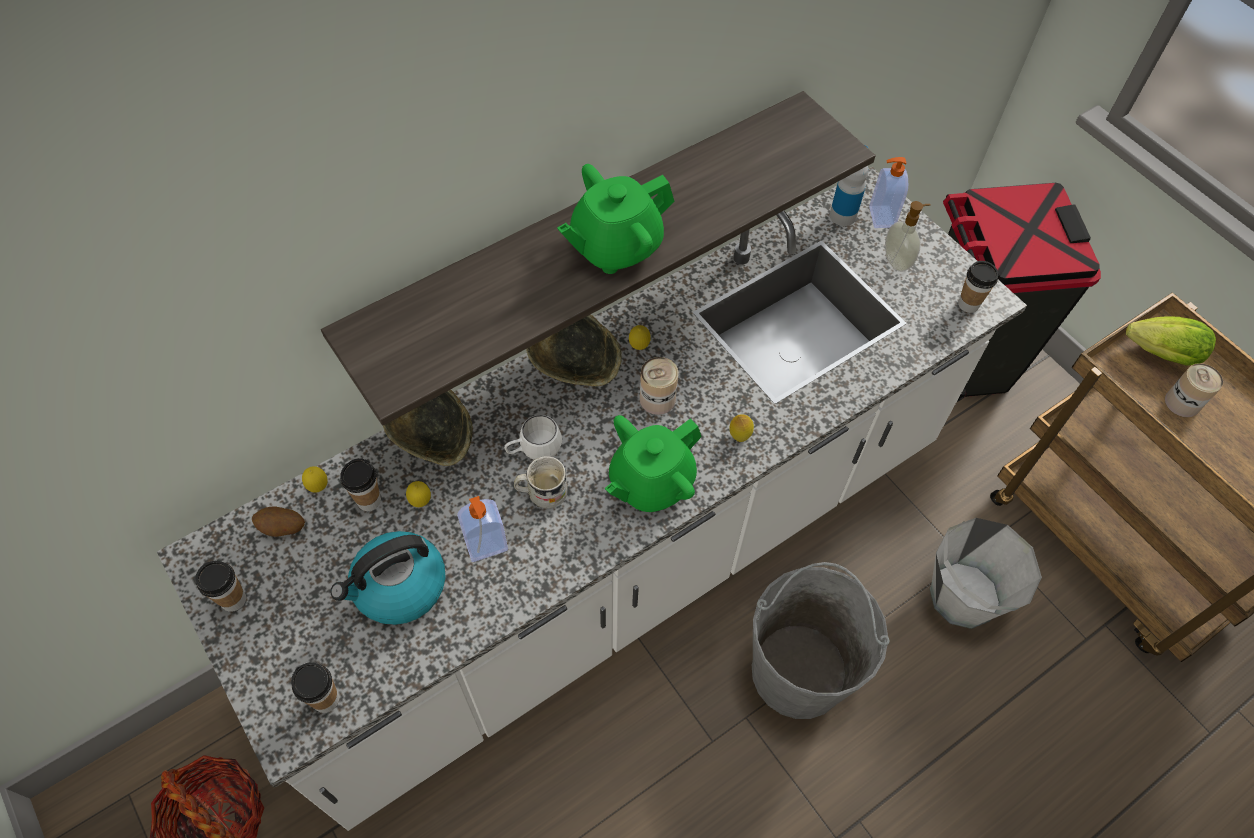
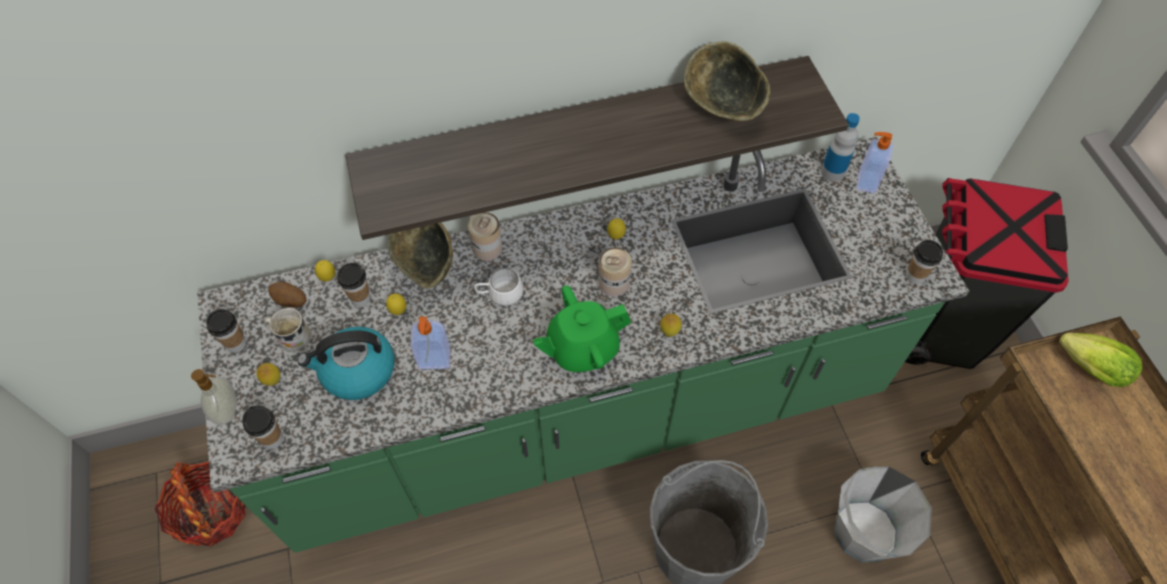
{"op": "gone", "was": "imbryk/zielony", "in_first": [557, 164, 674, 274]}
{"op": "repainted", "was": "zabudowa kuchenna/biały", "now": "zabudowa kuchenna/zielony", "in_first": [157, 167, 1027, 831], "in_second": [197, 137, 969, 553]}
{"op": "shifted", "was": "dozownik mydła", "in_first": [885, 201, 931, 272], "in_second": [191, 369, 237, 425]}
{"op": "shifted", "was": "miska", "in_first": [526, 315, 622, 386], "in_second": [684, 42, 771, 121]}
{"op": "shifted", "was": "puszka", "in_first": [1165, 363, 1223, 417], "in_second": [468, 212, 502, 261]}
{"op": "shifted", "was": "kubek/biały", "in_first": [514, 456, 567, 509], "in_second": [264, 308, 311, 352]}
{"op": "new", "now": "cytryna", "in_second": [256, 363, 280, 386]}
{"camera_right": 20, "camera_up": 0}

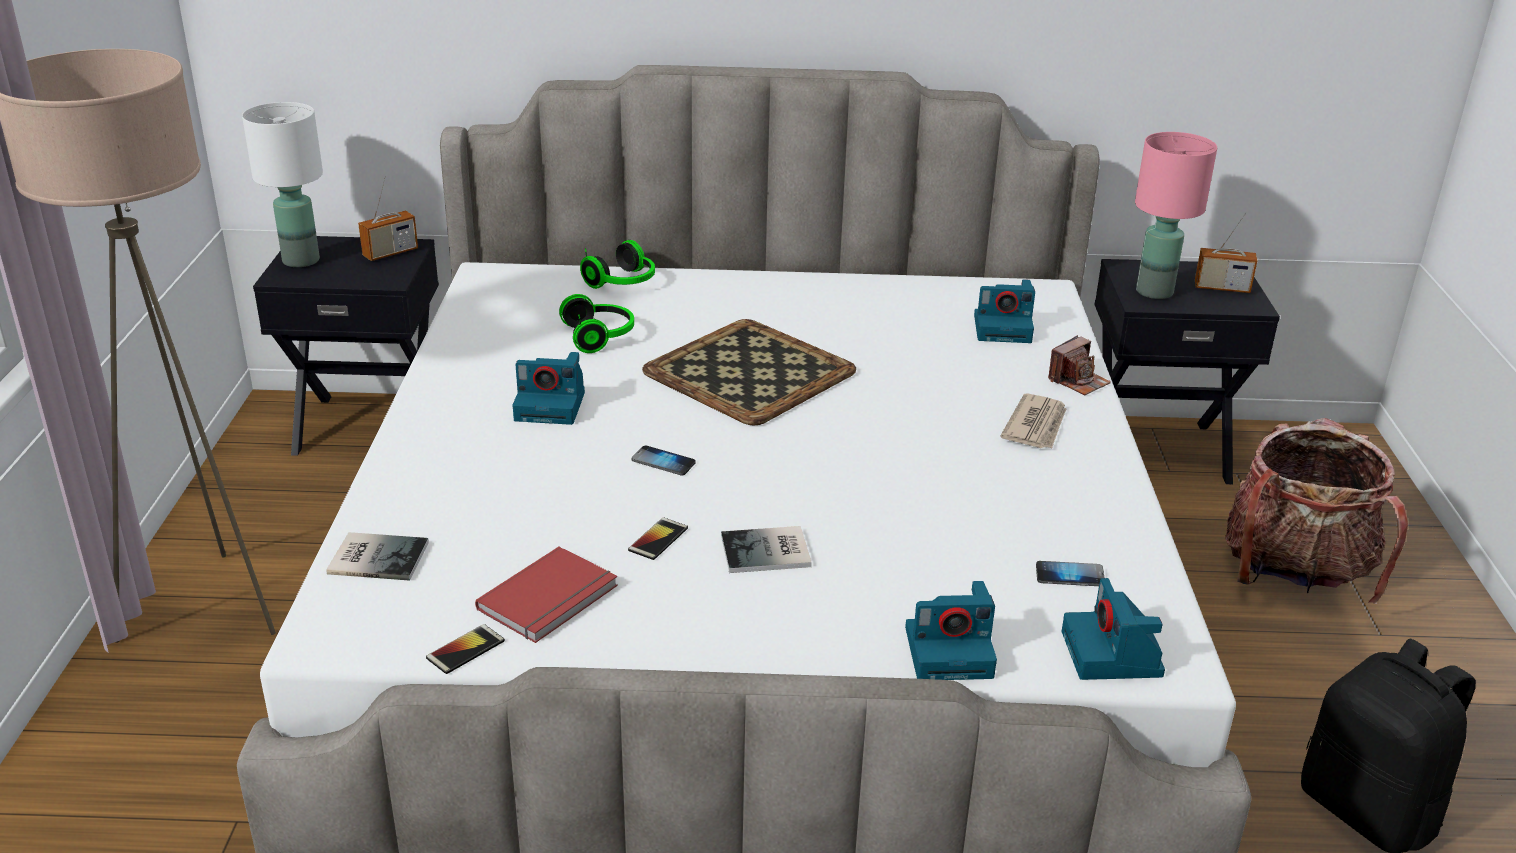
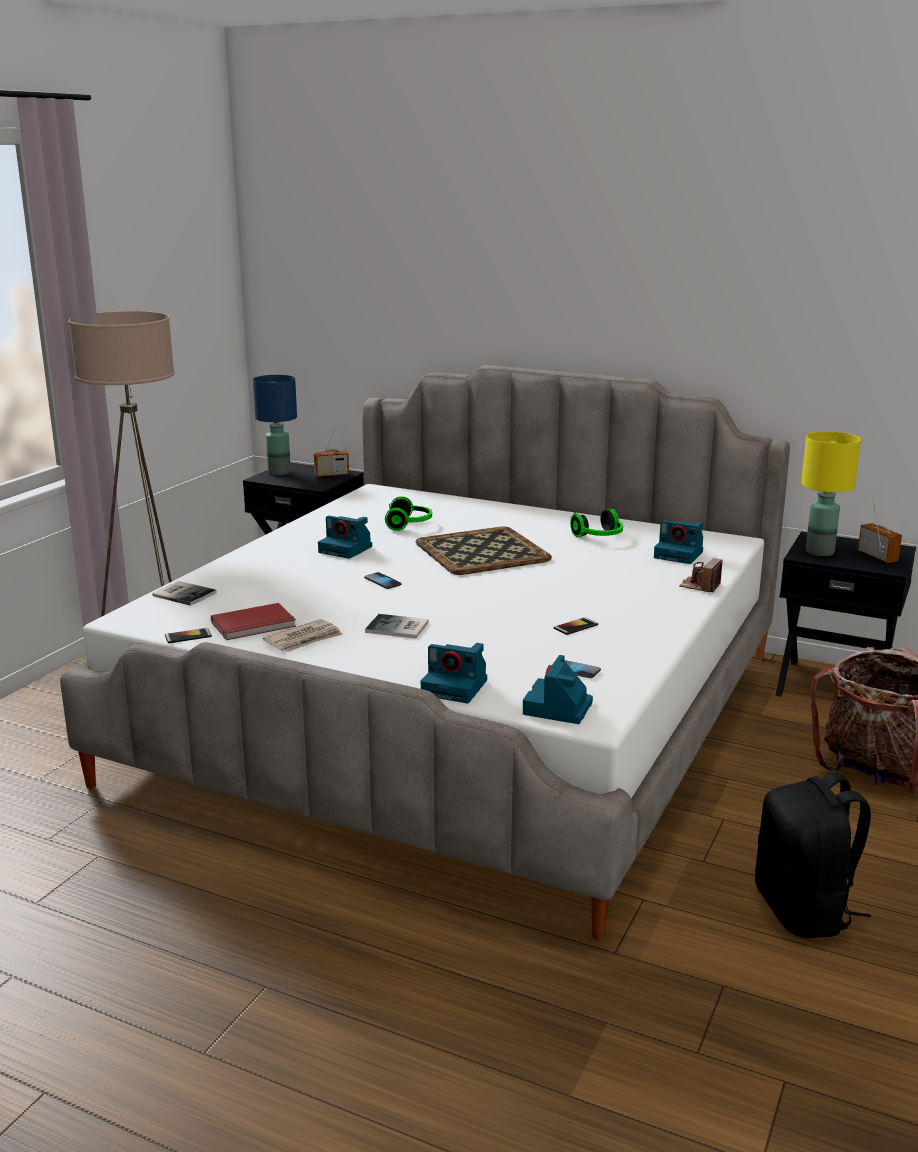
{"op": "repainted", "was": "lampa stołowa/biały", "now": "lampa stołowa/niebieski", "in_first": [242, 102, 323, 267], "in_second": [253, 375, 297, 475]}
{"op": "repainted", "was": "lampa stołowa/różowy", "now": "lampa stołowa/żółty", "in_first": [1135, 132, 1217, 299], "in_second": [801, 431, 861, 556]}
{"op": "rotated", "was": "radio", "in_first": [1195, 212, 1258, 293], "in_second": [858, 498, 902, 563], "clockwise": -150}
{"op": "shifted", "was": "słuchawki", "in_first": [580, 240, 655, 289], "in_second": [570, 508, 623, 538]}
{"op": "rotated", "was": "aparat fotograficzny", "in_first": [1048, 335, 1111, 395], "in_second": [679, 558, 723, 592], "clockwise": 135}
{"op": "shifted", "was": "gazeta", "in_first": [1000, 394, 1066, 448], "in_second": [263, 619, 343, 652]}
{"op": "shifted", "was": "telefon", "in_first": [628, 517, 688, 560], "in_second": [554, 617, 598, 635]}
{"camera_right": 25, "camera_up": -10}

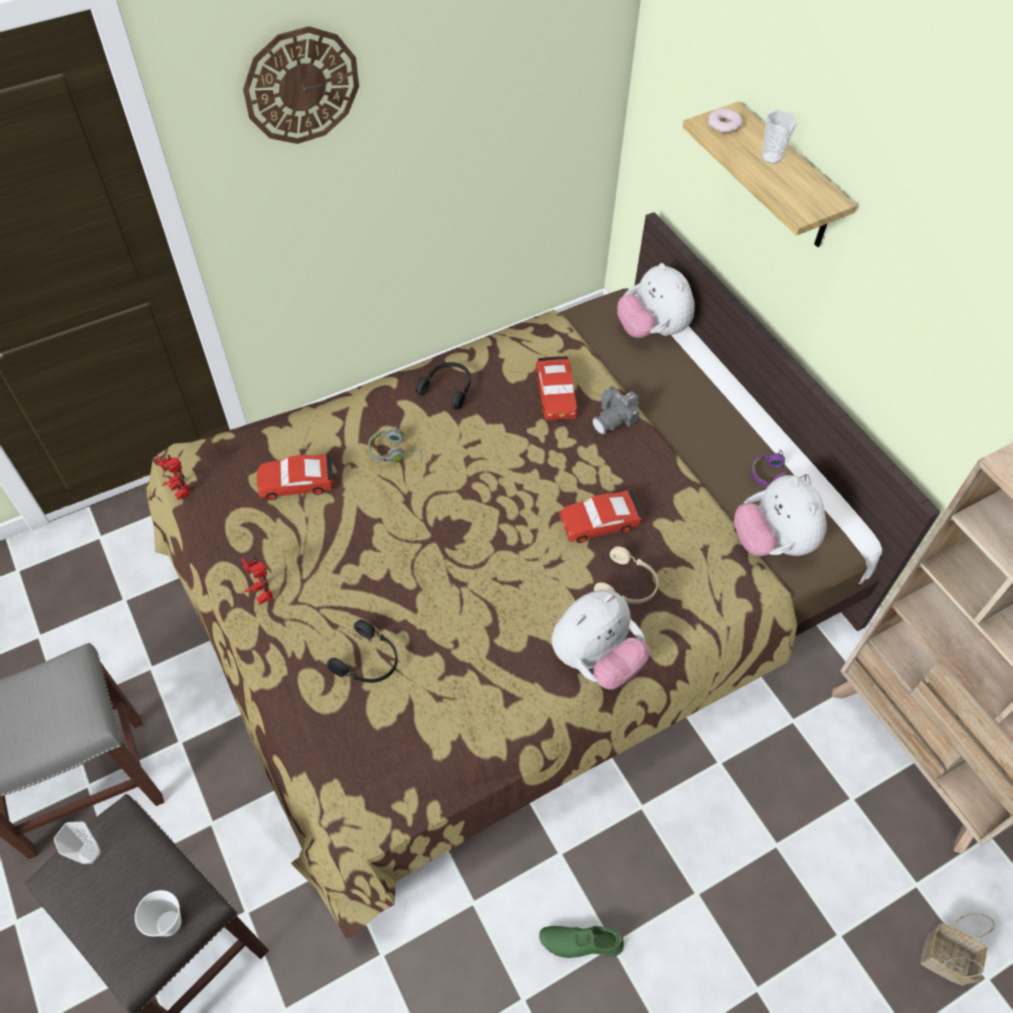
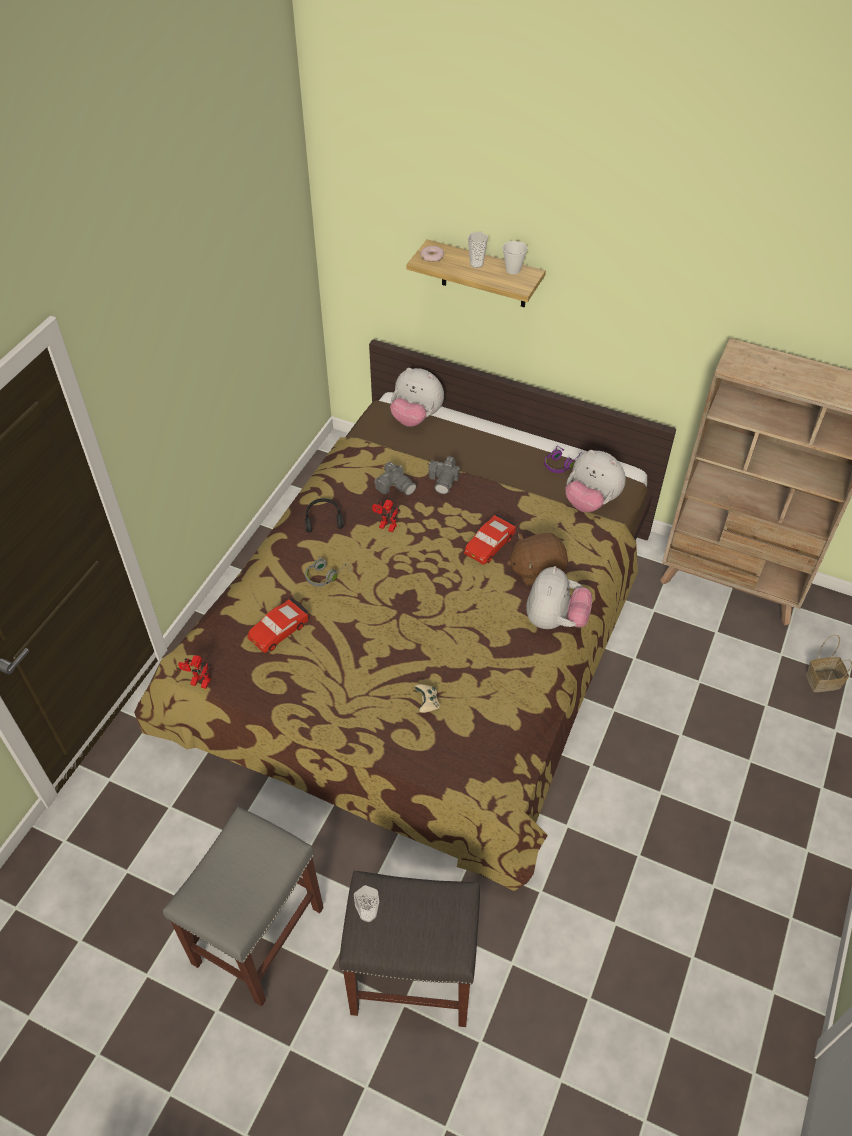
{"op": "gone", "was": "zegar ścienny", "in_first": [243, 26, 359, 144]}
{"op": "swapped", "was": "samochodzik/czerwony", "now": "aparat fotograficzny", "in_first": [536, 356, 577, 420], "in_second": [374, 462, 416, 495]}
{"op": "swapped", "was": "słuchawki/beżowy", "now": "pluszak/brązowy", "in_first": [594, 546, 659, 604], "in_second": [507, 532, 568, 585]}
{"op": "shifted", "was": "robot zabawkowy", "in_first": [241, 557, 274, 605], "in_second": [372, 500, 400, 532]}
{"op": "swapped", "was": "słuchawki/czarny", "now": "pad do gier/beżowy", "in_first": [327, 620, 398, 683], "in_second": [415, 684, 440, 713]}
{"op": "shifted", "was": "filiżanka", "in_first": [135, 890, 181, 937], "in_second": [502, 241, 527, 274]}
{"op": "gone", "was": "but/zielony", "in_first": [539, 926, 624, 958]}
{"camera_right": -35, "camera_up": -5}

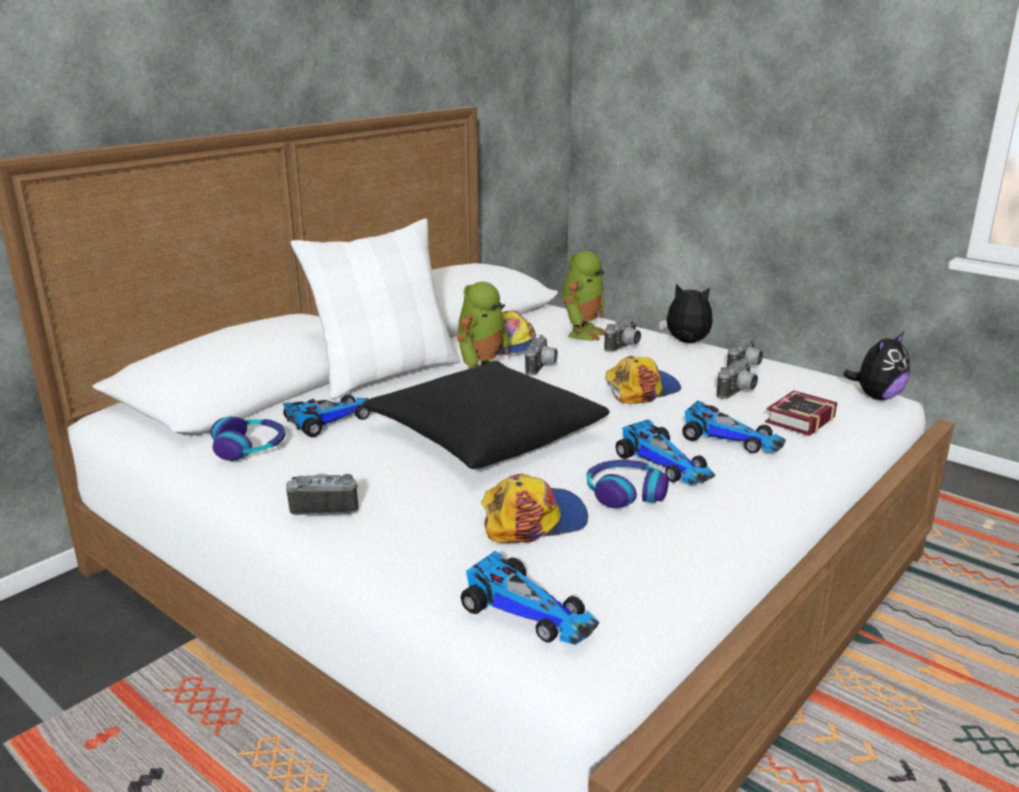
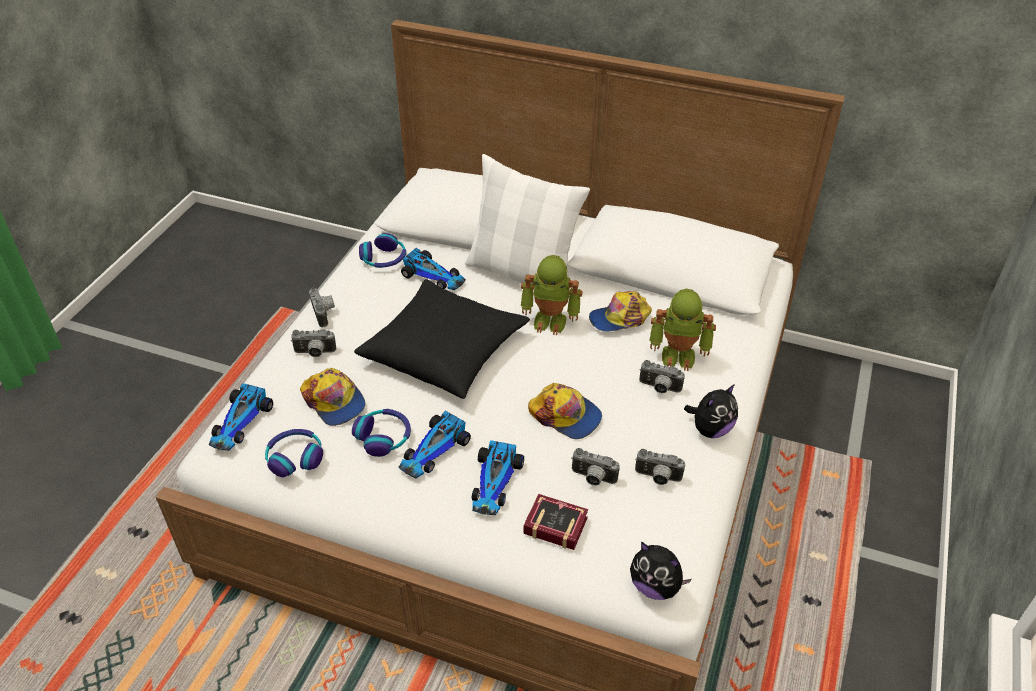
{"op": "rotated", "was": "pluszak", "in_first": [659, 283, 713, 343], "in_second": [684, 384, 738, 438], "clockwise": 45}
{"op": "shifted", "was": "aparat fotograficzny", "in_first": [525, 335, 558, 376], "in_second": [291, 330, 336, 357]}
{"op": "new", "now": "słuchawki", "in_second": [265, 429, 323, 477]}
{"camera_right": 70, "camera_up": 20}

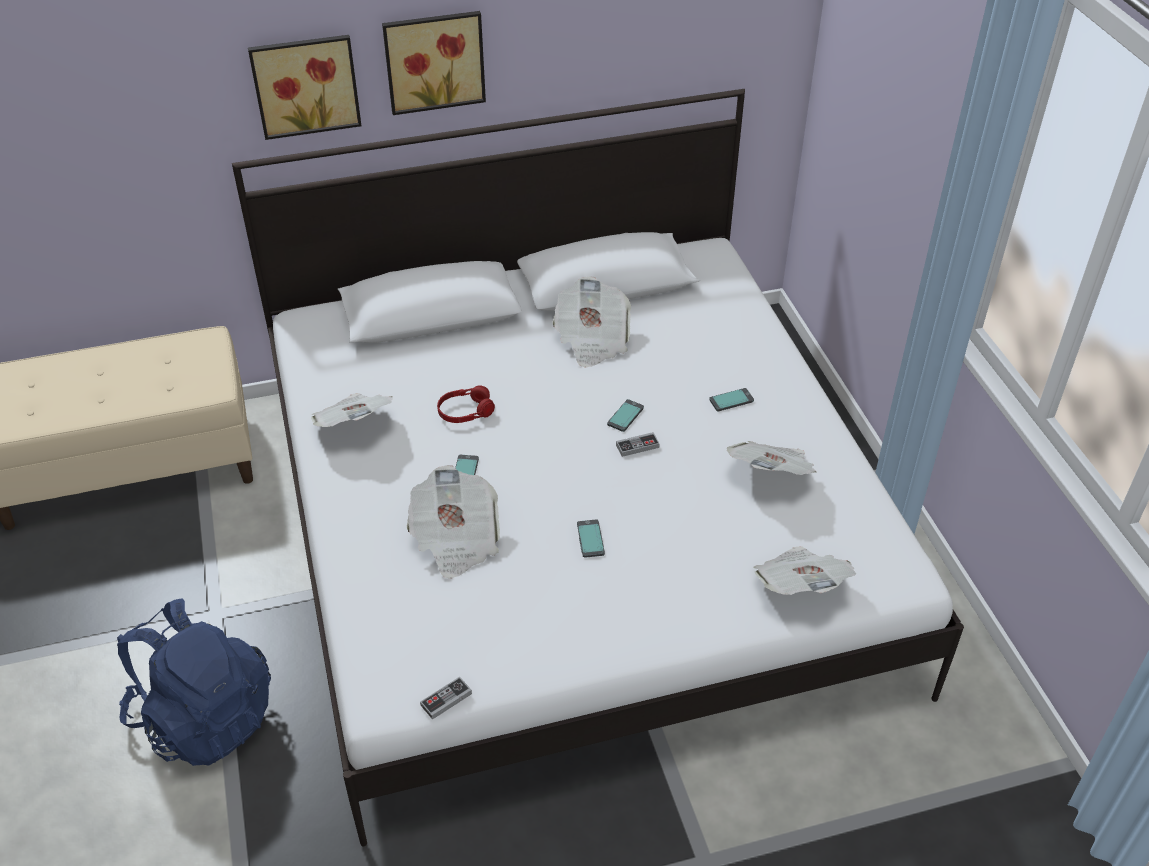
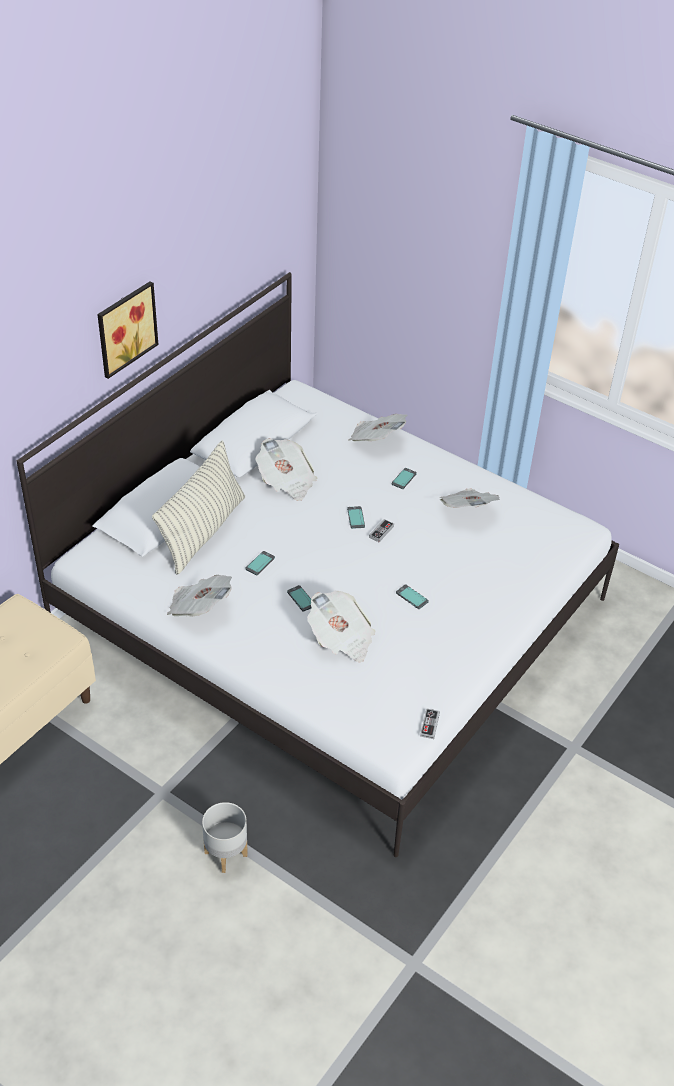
{"op": "gone", "was": "obraz", "in_first": [248, 35, 362, 140]}
{"op": "swapped", "was": "słuchawki/czerwony", "now": "telefon", "in_first": [437, 385, 495, 423], "in_second": [246, 551, 275, 575]}
{"op": "shifted", "was": "gazeta", "in_first": [753, 546, 857, 595], "in_second": [348, 414, 407, 441]}
{"op": "swapped", "was": "plecak/niebieski", "now": "donica/szary", "in_first": [117, 598, 271, 766], "in_second": [202, 802, 248, 873]}
{"op": "new", "now": "poduszka", "in_second": [152, 440, 245, 575]}
{"camera_right": -40, "camera_up": 0}

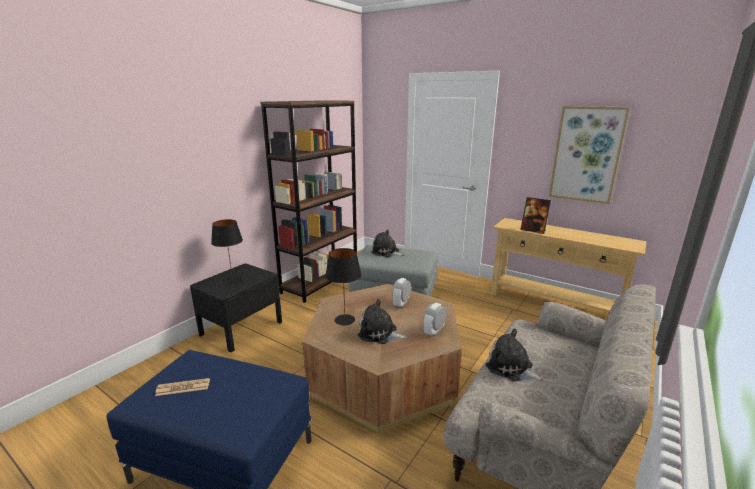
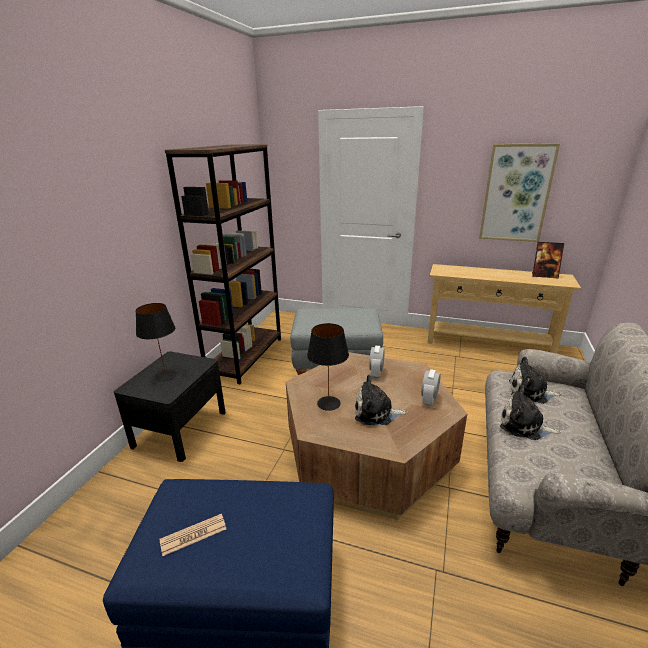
{"op": "shifted", "was": "ramka na zdjęcie", "in_first": [520, 197, 551, 234], "in_second": [532, 242, 564, 279]}
{"op": "shifted", "was": "pluszak", "in_first": [371, 229, 405, 257], "in_second": [509, 357, 562, 404]}
{"camera_right": -15, "camera_up": 5}

